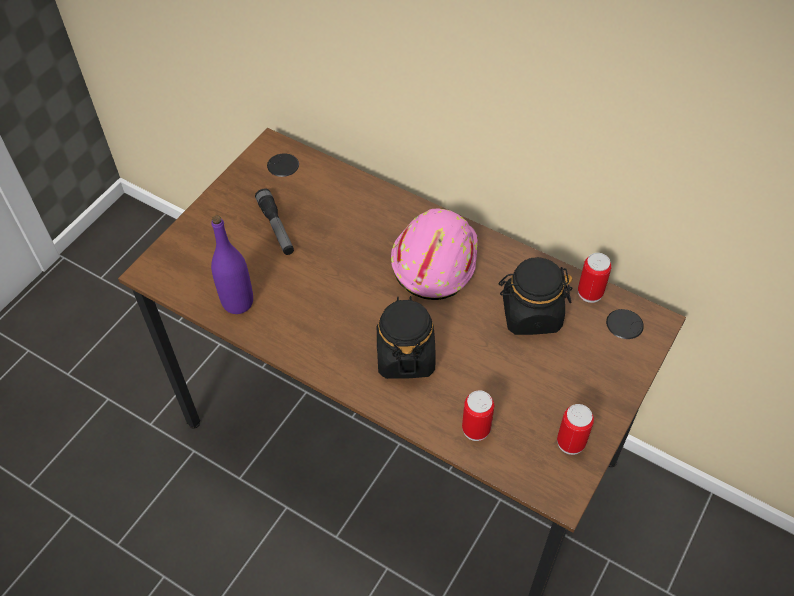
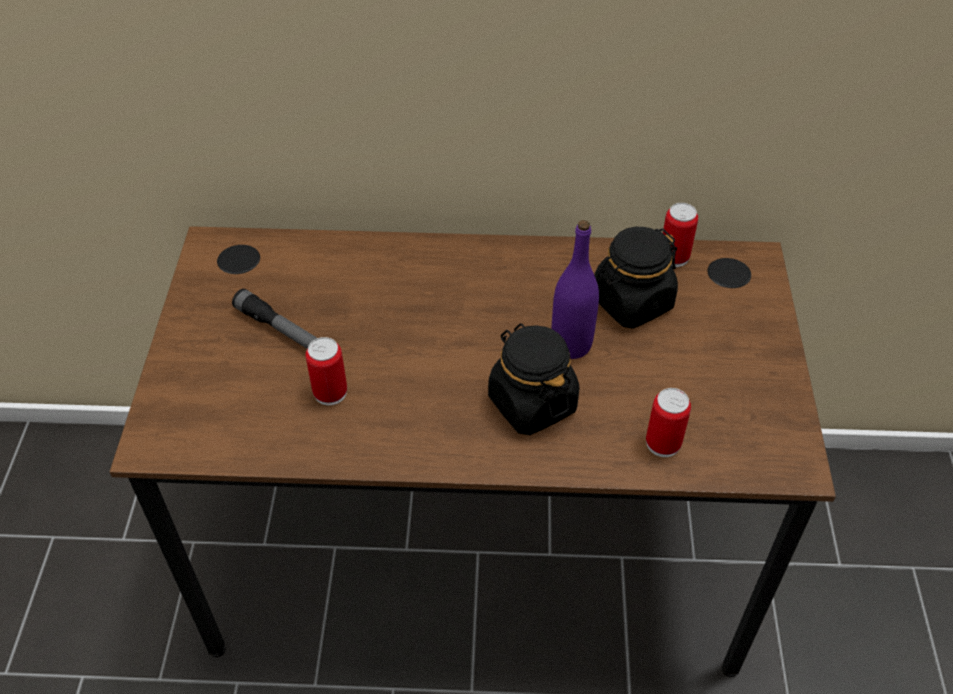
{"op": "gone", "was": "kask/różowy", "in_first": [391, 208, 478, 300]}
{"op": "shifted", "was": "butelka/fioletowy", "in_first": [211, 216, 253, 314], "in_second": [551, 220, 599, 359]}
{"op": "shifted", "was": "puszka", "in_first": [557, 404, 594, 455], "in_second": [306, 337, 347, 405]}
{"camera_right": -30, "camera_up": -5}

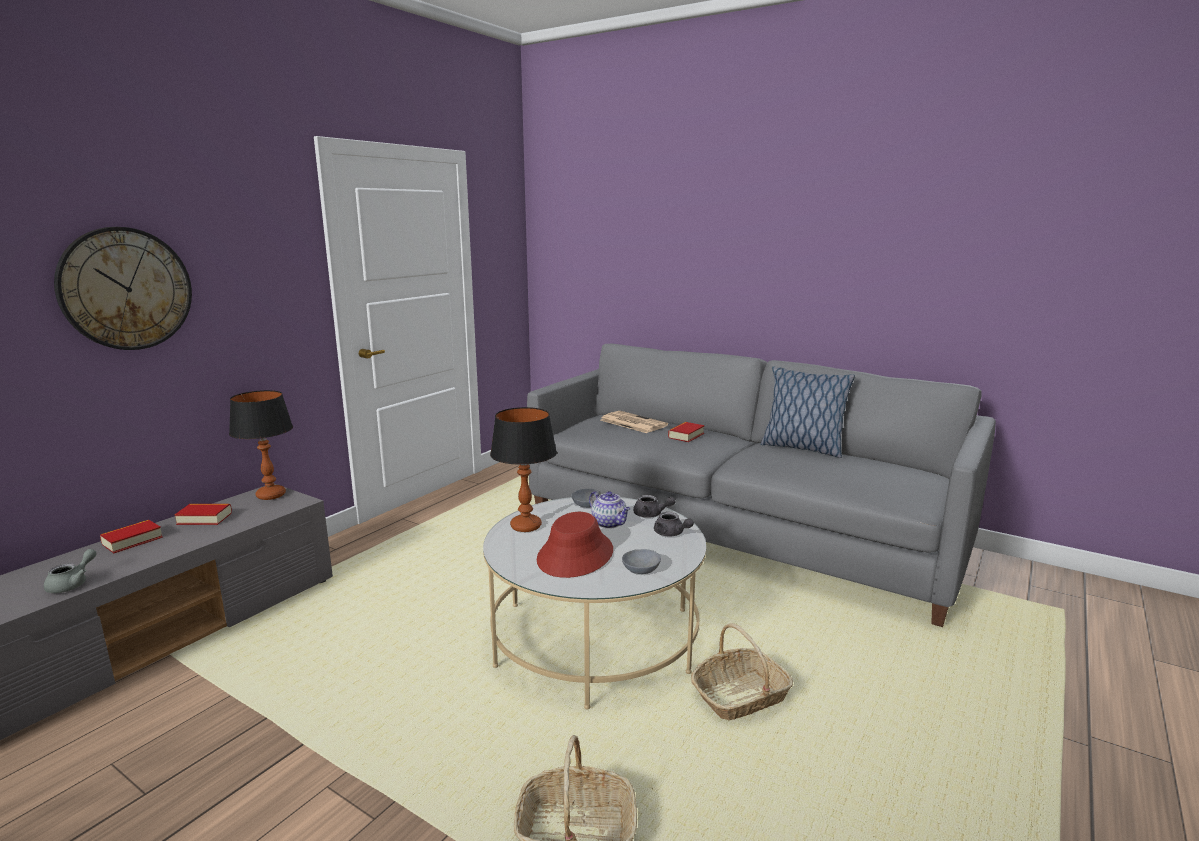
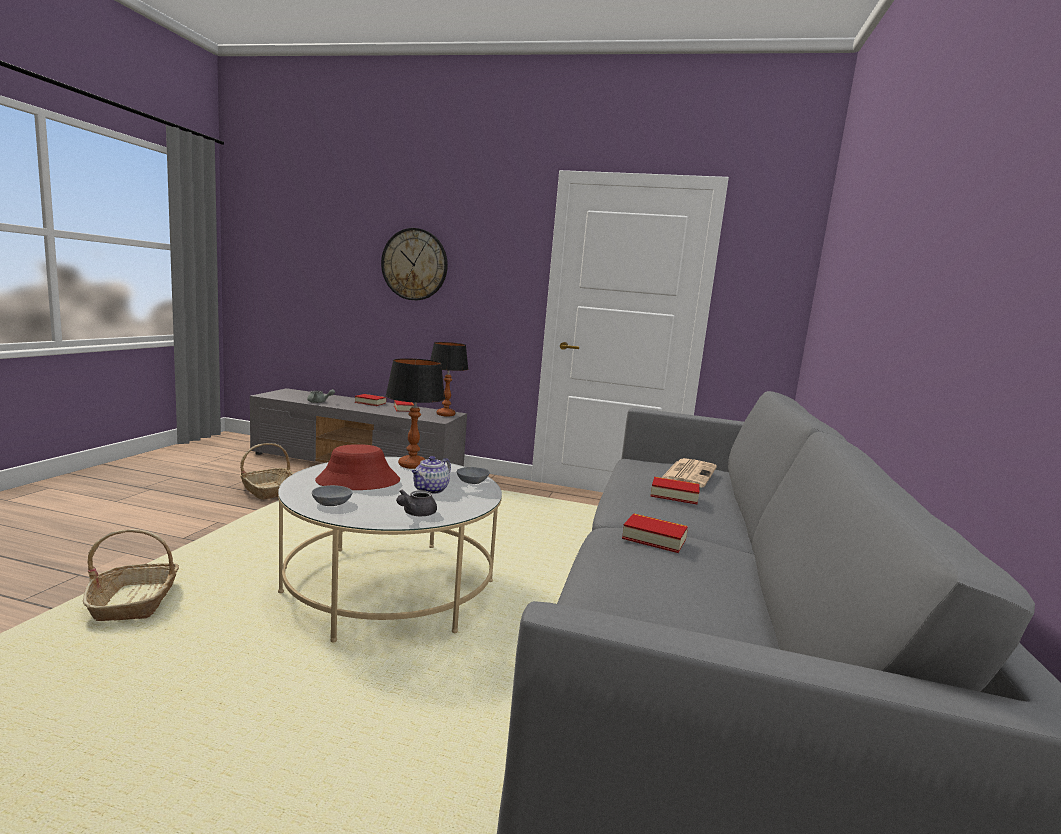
{"op": "gone", "was": "poduszka", "in_first": [761, 367, 855, 458]}
{"op": "gone", "was": "imbryk/szary", "in_first": [633, 495, 676, 518]}
{"op": "shifted", "was": "koszyk", "in_first": [691, 623, 793, 721], "in_second": [240, 443, 294, 500]}
{"op": "new", "now": "książka", "in_second": [622, 513, 688, 553]}
{"camera_right": 70, "camera_up": -5}

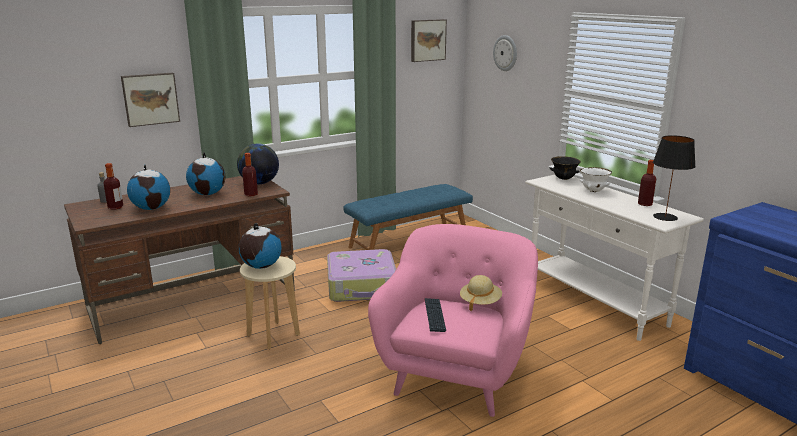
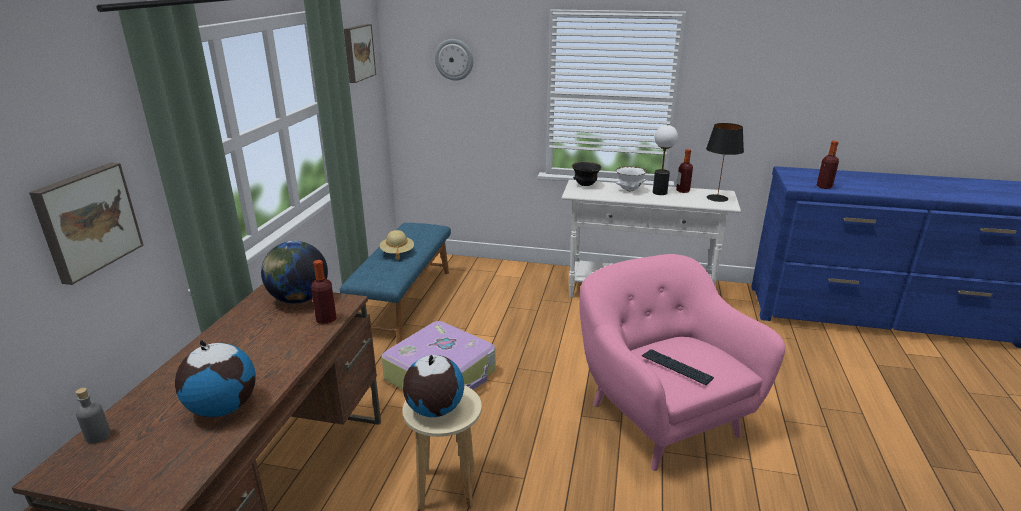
{"op": "gone", "was": "globus", "in_first": [186, 152, 225, 195]}
{"op": "shifted", "was": "butelka", "in_first": [103, 163, 123, 209], "in_second": [817, 141, 839, 189]}
{"op": "shifted", "was": "kapelusz/beżowy", "in_first": [460, 275, 502, 311], "in_second": [380, 230, 414, 260]}
{"op": "new", "now": "lampa stołowa", "in_second": [653, 125, 678, 195]}
{"camera_right": -45, "camera_up": 5}

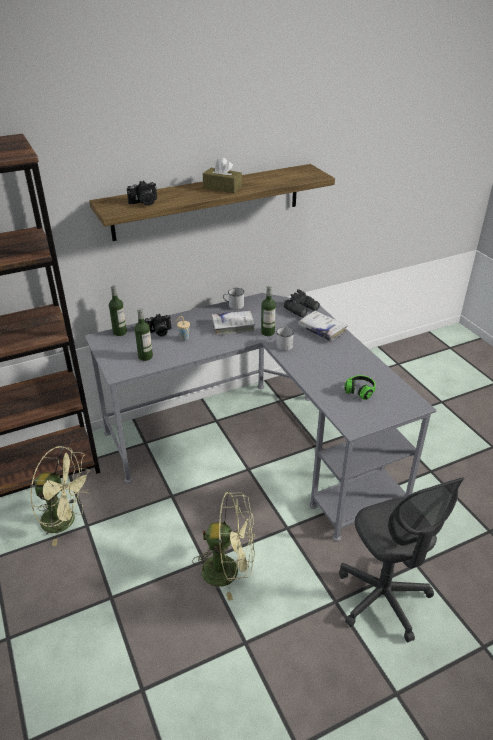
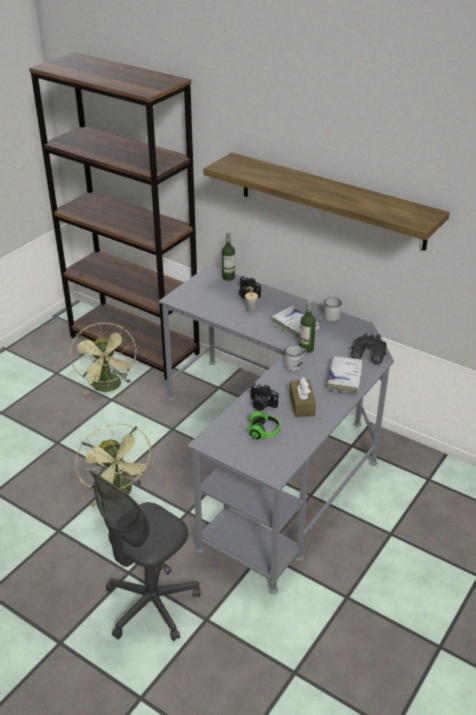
{"op": "shifted", "was": "pudełko chusteczek/brązowy", "in_first": [203, 157, 242, 193], "in_second": [289, 377, 316, 417]}
{"op": "shifted", "was": "aparat fotograficzny", "in_first": [127, 181, 157, 206], "in_second": [250, 383, 278, 411]}
{"op": "gone", "was": "butelka", "in_first": [135, 308, 153, 361]}
{"camera_right": 60, "camera_up": 0}

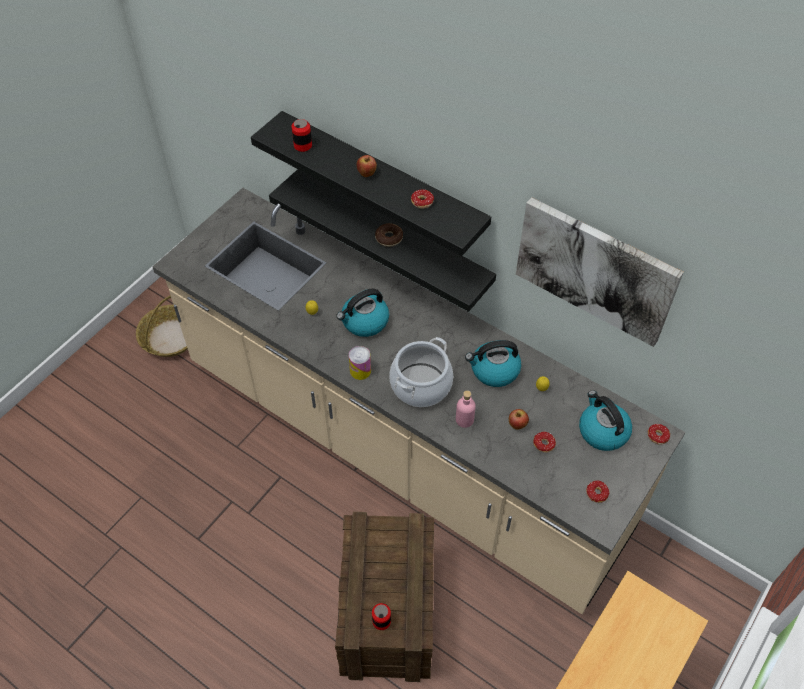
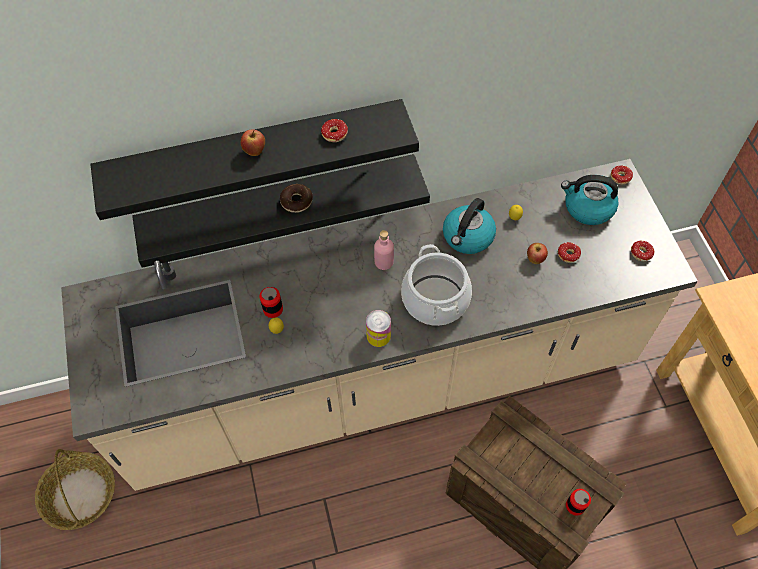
{"op": "shifted", "was": "puszka", "in_first": [292, 119, 312, 152], "in_second": [259, 287, 283, 318]}
{"op": "gone", "was": "obraz", "in_first": [516, 197, 684, 347]}
{"op": "gone", "was": "czajnik", "in_first": [336, 288, 389, 337]}
{"op": "shifted", "was": "butelka/różowy", "in_first": [456, 390, 476, 428], "in_second": [374, 230, 394, 270]}
{"camera_right": -50, "camera_up": 5}

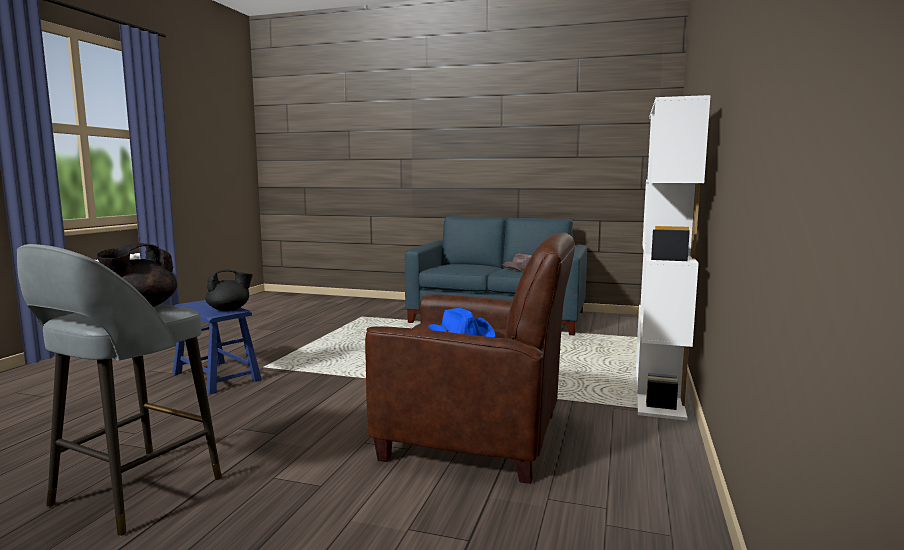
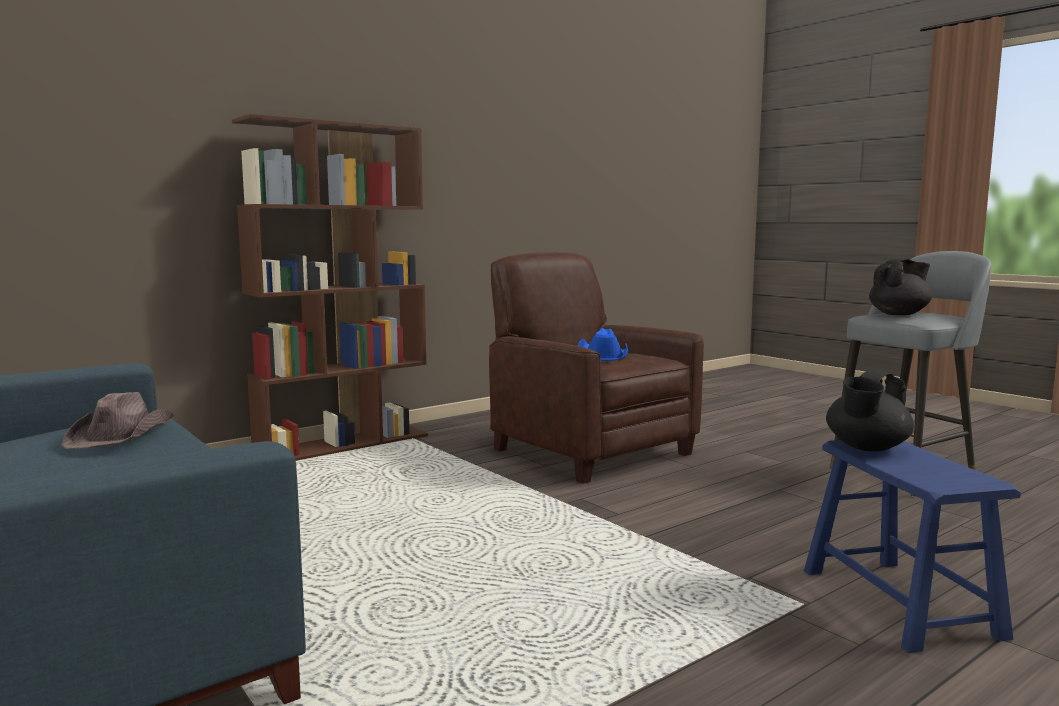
{"op": "repainted", "was": "regał/biały", "now": "regał/brązowy", "in_first": [636, 95, 711, 421], "in_second": [232, 114, 428, 461]}
{"op": "rotated", "was": "imbryk/czarny", "in_first": [205, 269, 253, 311], "in_second": [826, 370, 914, 452], "clockwise": -60}
{"camera_right": -145, "camera_up": 0}

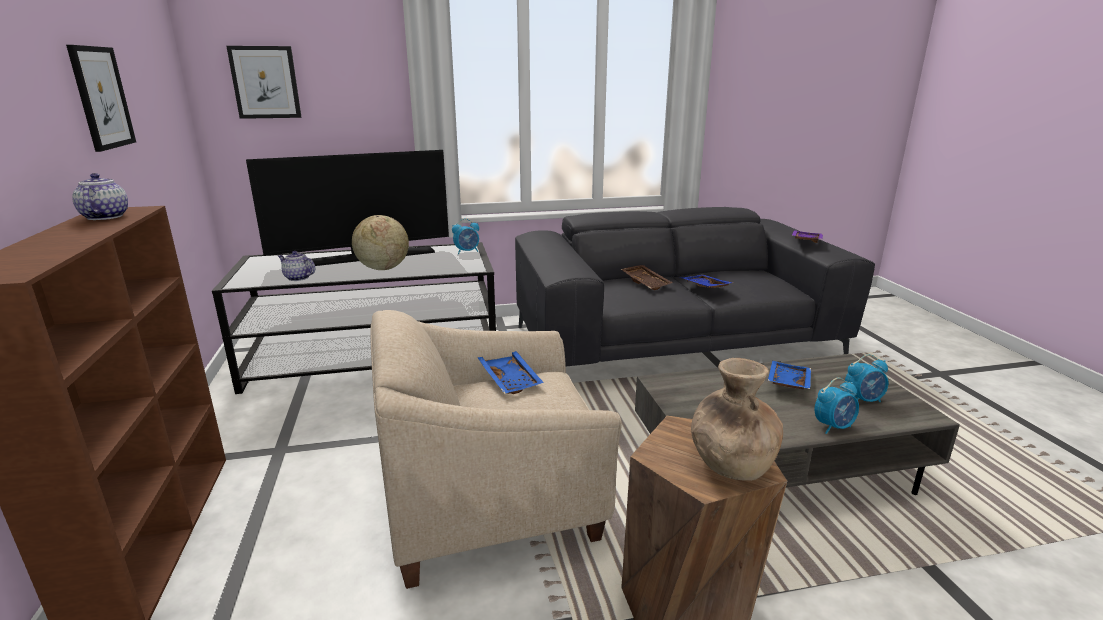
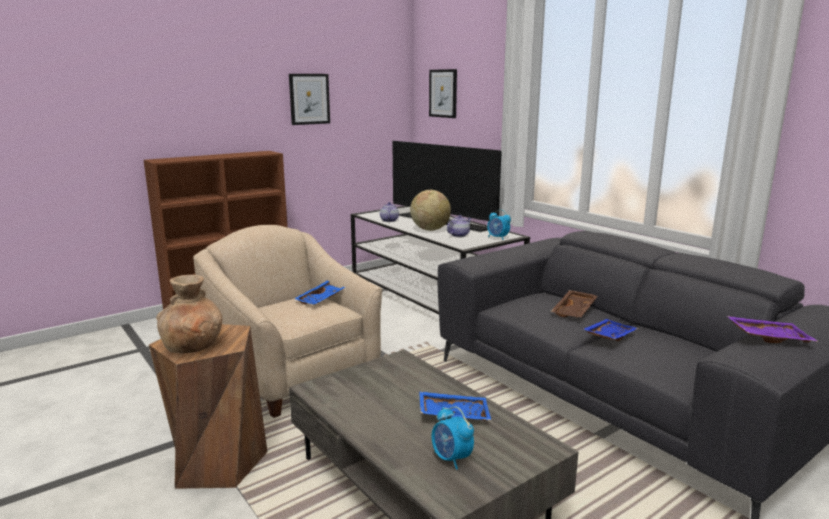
{"op": "shifted", "was": "imbryk", "in_first": [72, 173, 128, 220], "in_second": [447, 215, 471, 237]}
{"op": "gone", "was": "budzik", "in_first": [815, 378, 859, 434]}
{"camera_right": 65, "camera_up": -5}

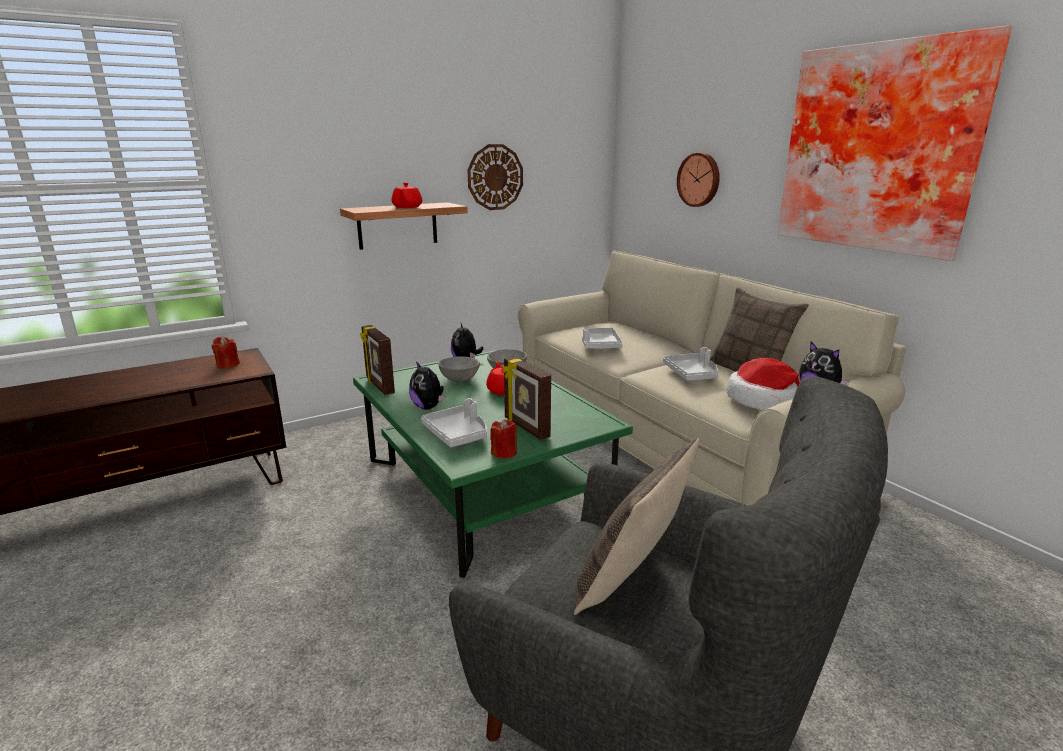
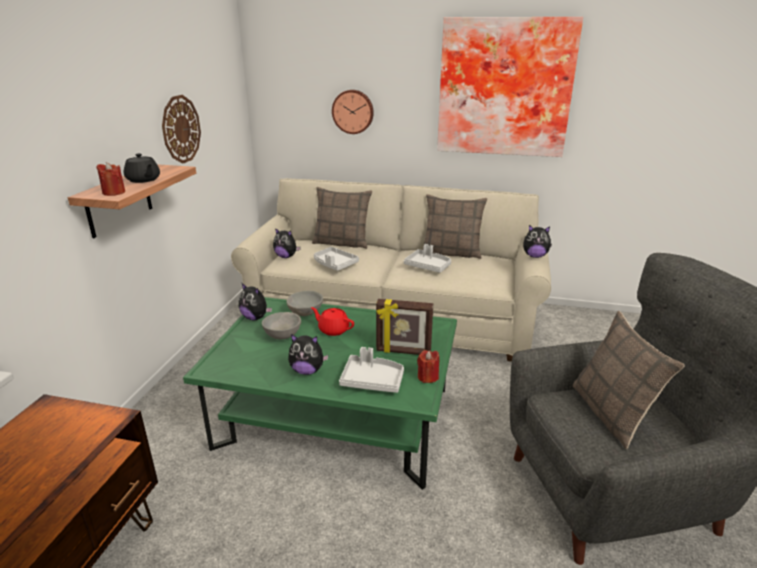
{"op": "repainted", "was": "imbryk/czerwony", "now": "imbryk/czarny", "in_first": [392, 183, 422, 208], "in_second": [124, 153, 160, 183]}
{"op": "gone", "was": "ramka na zdjęcie", "in_first": [360, 325, 395, 395]}
{"op": "shifted", "was": "świeca/czerwony", "in_first": [212, 337, 240, 368], "in_second": [96, 162, 125, 196]}
{"op": "gone", "was": "kapelusz", "in_first": [726, 358, 800, 410]}
{"op": "new", "now": "poduszka", "in_second": [312, 187, 372, 249]}
{"op": "new", "now": "pluszak", "in_second": [273, 228, 301, 258]}
{"camera_right": -45, "camera_up": 5}

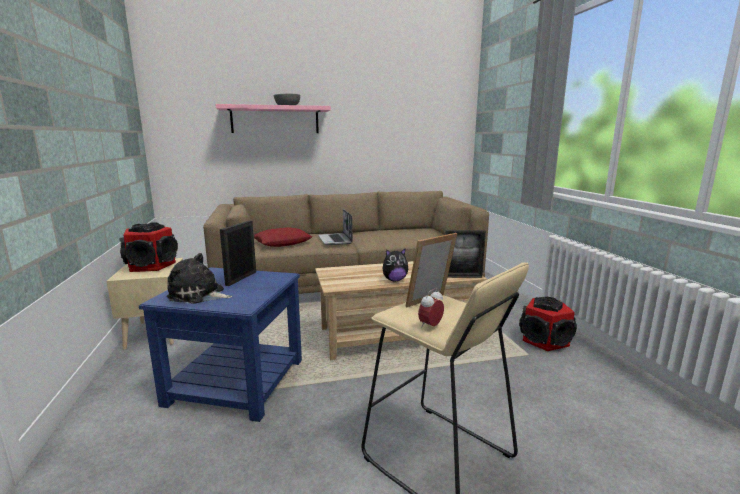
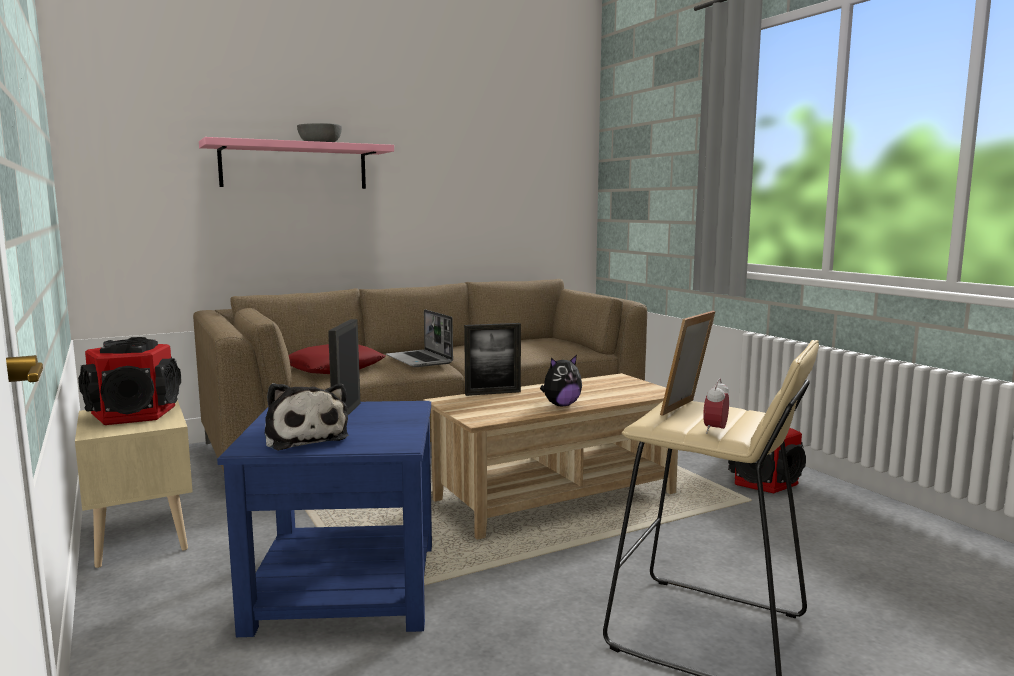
{"op": "shifted", "was": "ramka na zdjęcie", "in_first": [445, 230, 486, 278], "in_second": [464, 323, 521, 396]}
{"op": "rotated", "was": "pluszak", "in_first": [166, 253, 232, 304], "in_second": [265, 383, 349, 450], "clockwise": -120}
{"camera_right": -15, "camera_up": -5}

